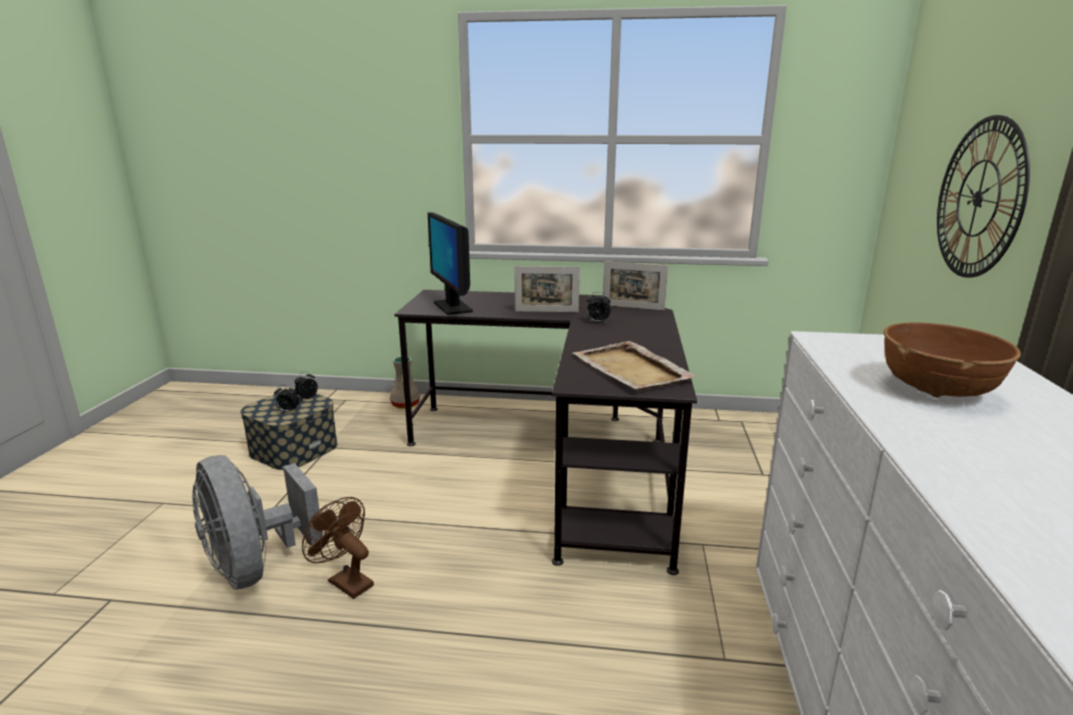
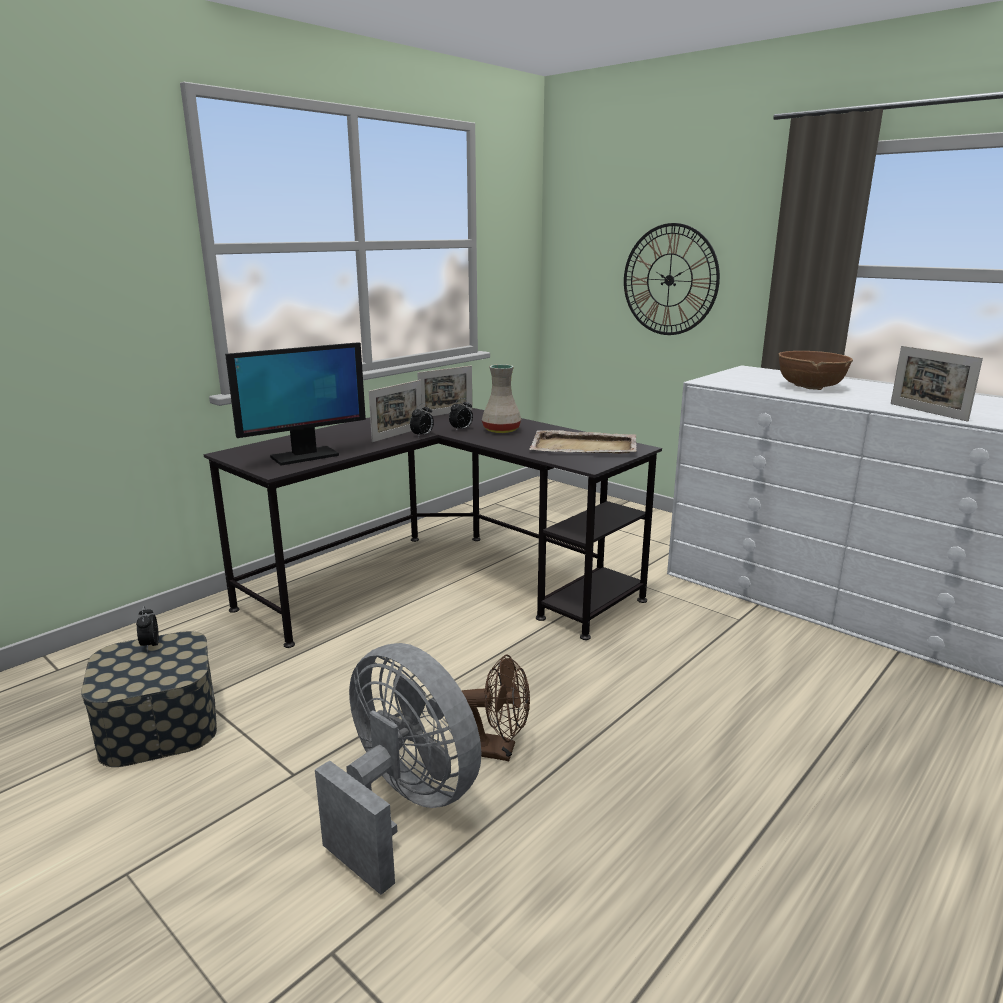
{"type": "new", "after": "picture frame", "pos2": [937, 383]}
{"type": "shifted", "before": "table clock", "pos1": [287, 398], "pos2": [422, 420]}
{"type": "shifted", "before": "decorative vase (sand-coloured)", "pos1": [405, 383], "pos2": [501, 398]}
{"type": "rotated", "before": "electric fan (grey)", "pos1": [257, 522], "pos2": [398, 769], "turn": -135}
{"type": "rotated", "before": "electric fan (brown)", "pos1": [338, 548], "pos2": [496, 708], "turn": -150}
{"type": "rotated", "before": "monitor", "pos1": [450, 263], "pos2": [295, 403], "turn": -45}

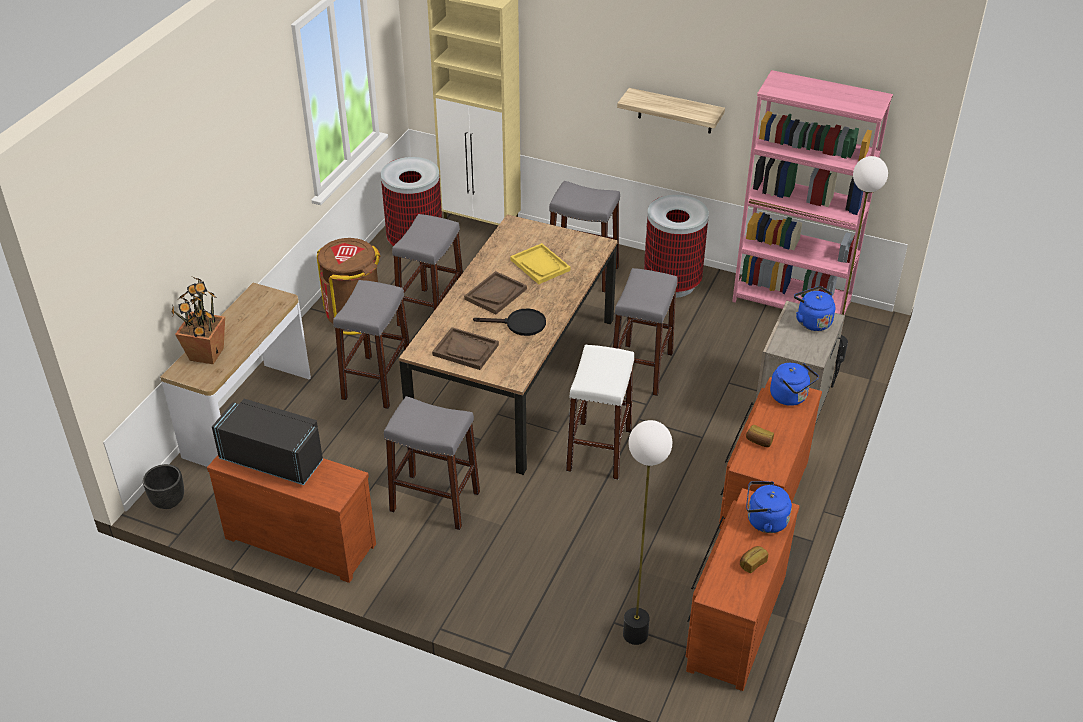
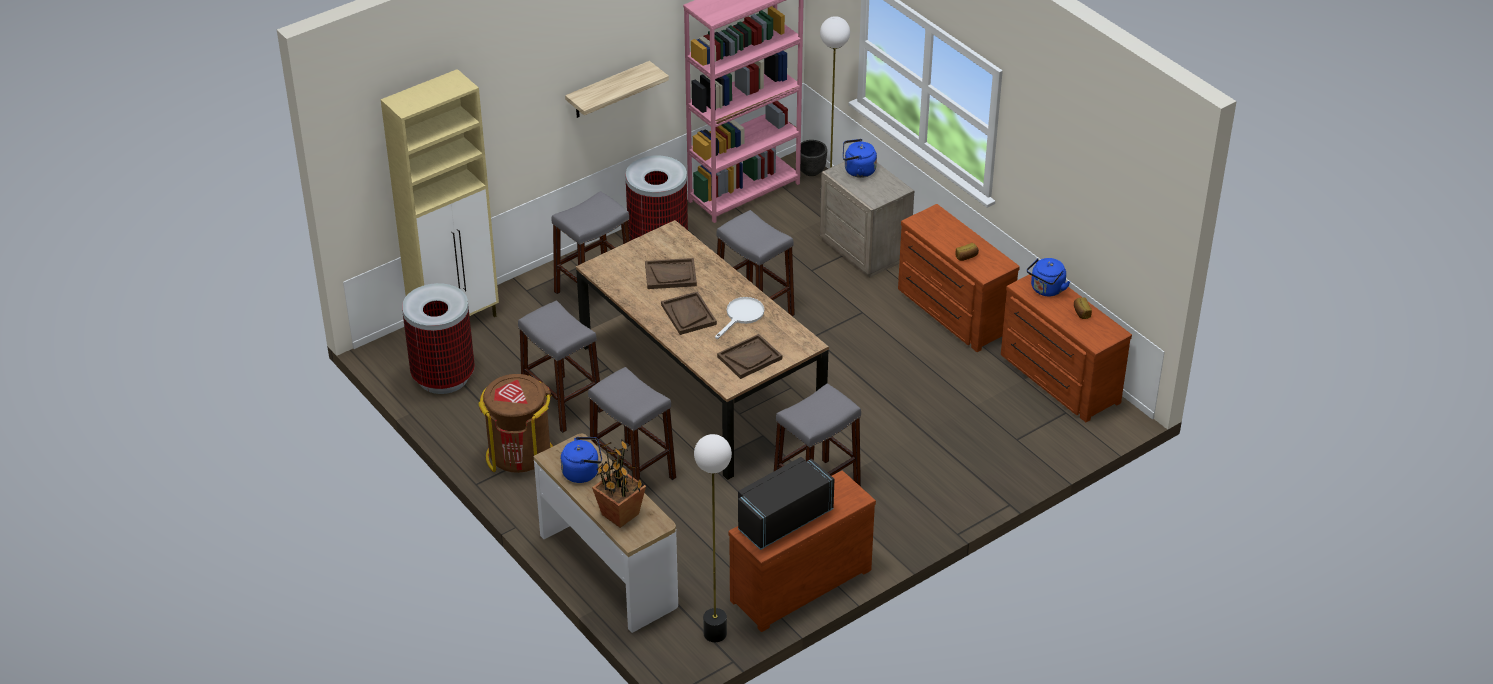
{"type": "gone", "before": "sitting stool (whitish)", "pos1": [600, 412]}
{"type": "shifted", "before": "flower pot (blackish)", "pos1": [163, 486], "pos2": [813, 158]}
{"type": "shifted", "before": "standing lamp", "pos1": [647, 532], "pos2": [713, 538]}
{"type": "shifted", "before": "tea kettle (blue-coloured)", "pos1": [794, 384], "pos2": [581, 460]}
{"type": "repainted", "before": "pan (blackish)", "after": "pan (whitish)", "pos1": [509, 322], "pos2": [739, 318]}
{"type": "repainted", "before": "serving tray (yellowish)", "after": "serving tray (brown)", "pos1": [540, 263], "pos2": [671, 273]}

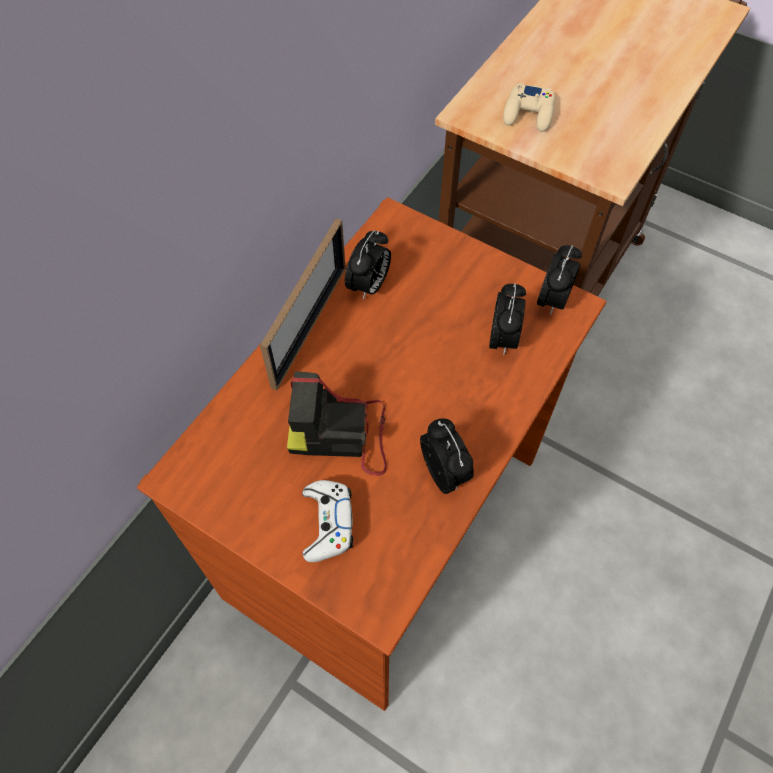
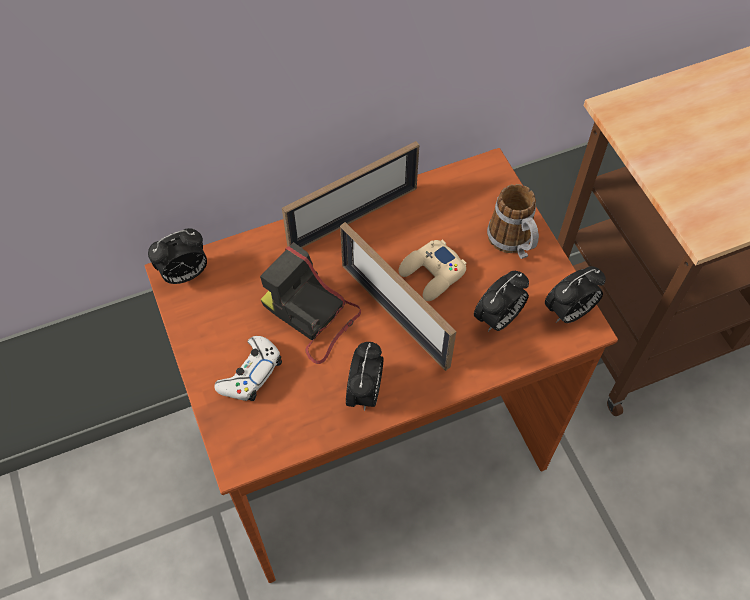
{"type": "new", "after": "picture frame", "pos2": [398, 296]}
{"type": "new", "after": "mug", "pos2": [513, 221]}
{"type": "shifted", "before": "table clock", "pos1": [368, 265], "pos2": [177, 256]}
{"type": "shifted", "before": "game controller (sand-coloured)", "pos1": [529, 107], "pos2": [433, 270]}

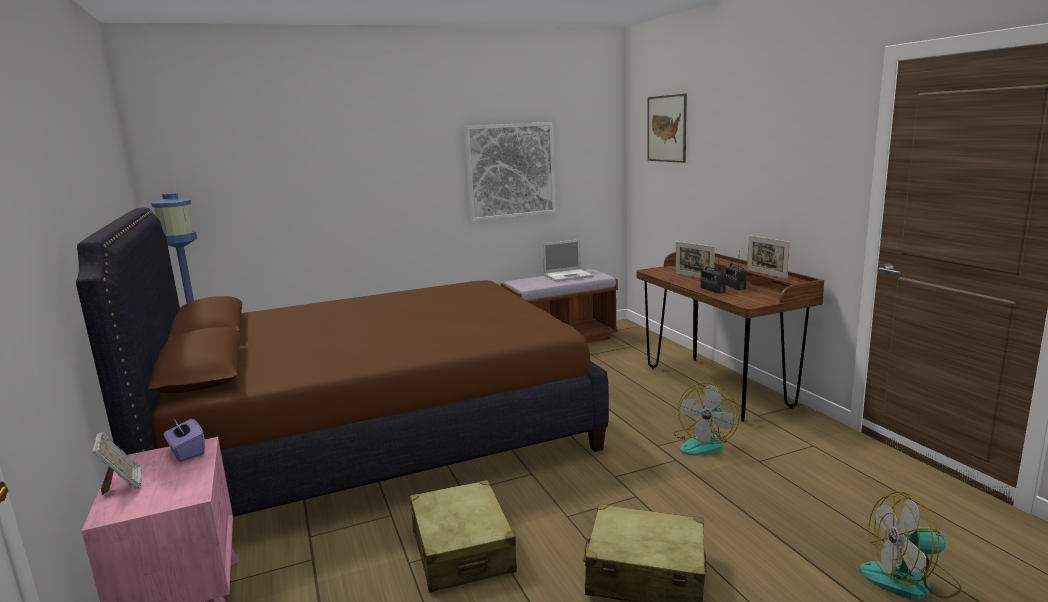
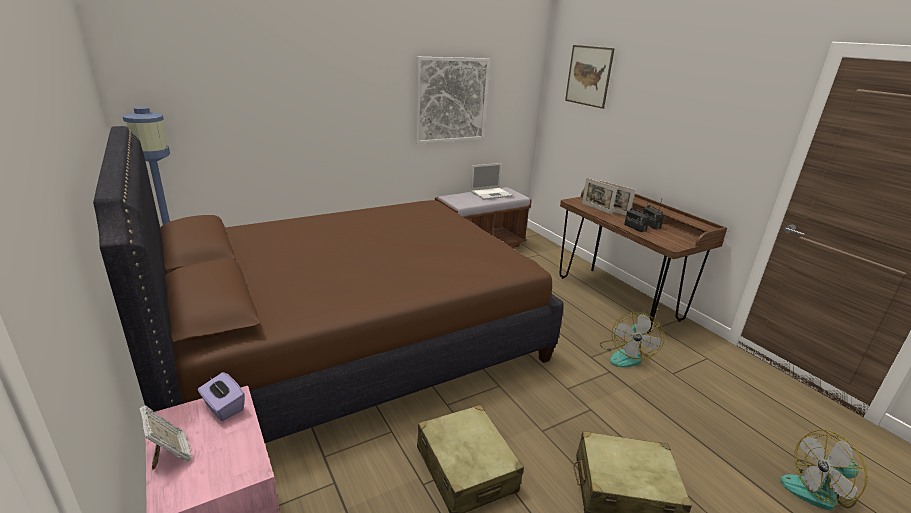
{"type": "shifted", "before": "picture frame", "pos1": [768, 257], "pos2": [600, 196]}

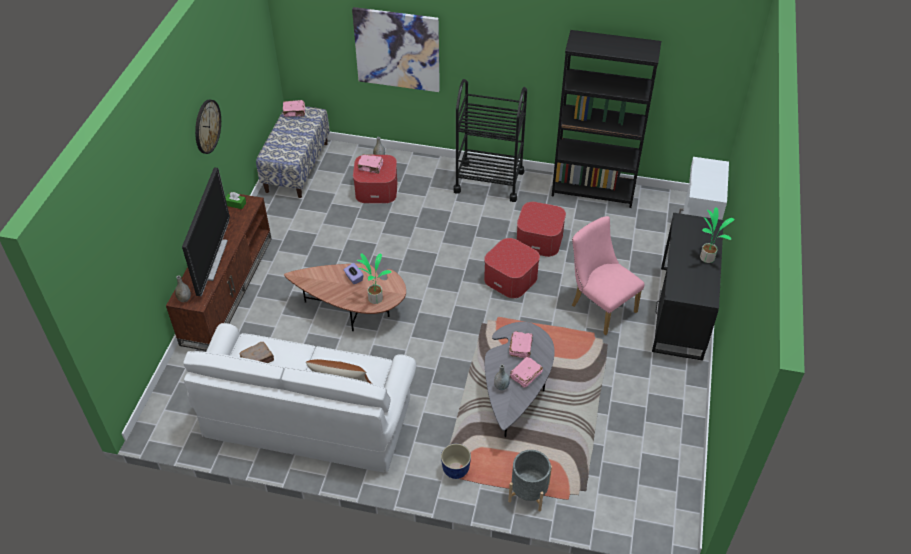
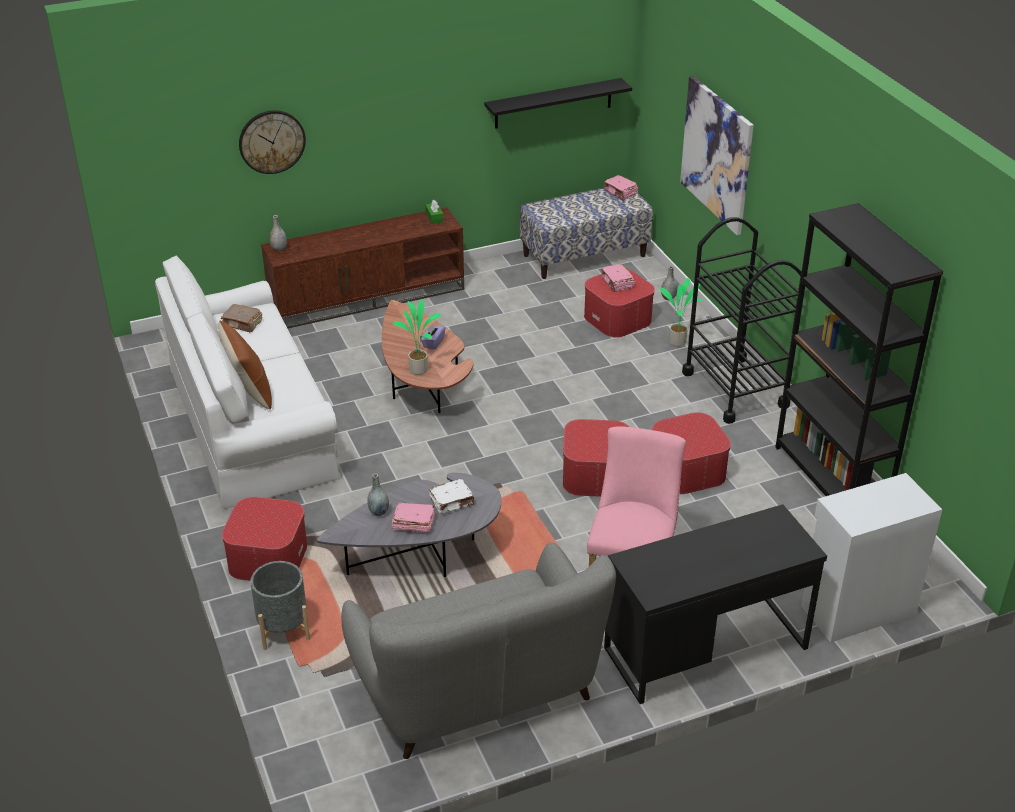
{"type": "gone", "before": "television", "pos1": [206, 232]}
{"type": "new", "after": "sofa (grey)", "pos2": [478, 650]}
{"type": "new", "after": "wall shelf (blackish)", "pos2": [558, 103]}
{"type": "shifted", "before": "wall clock", "pos1": [208, 127], "pos2": [272, 142]}
{"type": "shifted", "before": "plant in a pot", "pos1": [717, 235], "pos2": [681, 312]}
{"type": "swapped", "before": "flower pot", "after": "ottoman", "pos1": [456, 461], "pos2": [264, 539]}
{"type": "repainted", "before": "bound book (pink)", "after": "bound book (whitish)", "pos1": [521, 344], "pos2": [452, 496]}

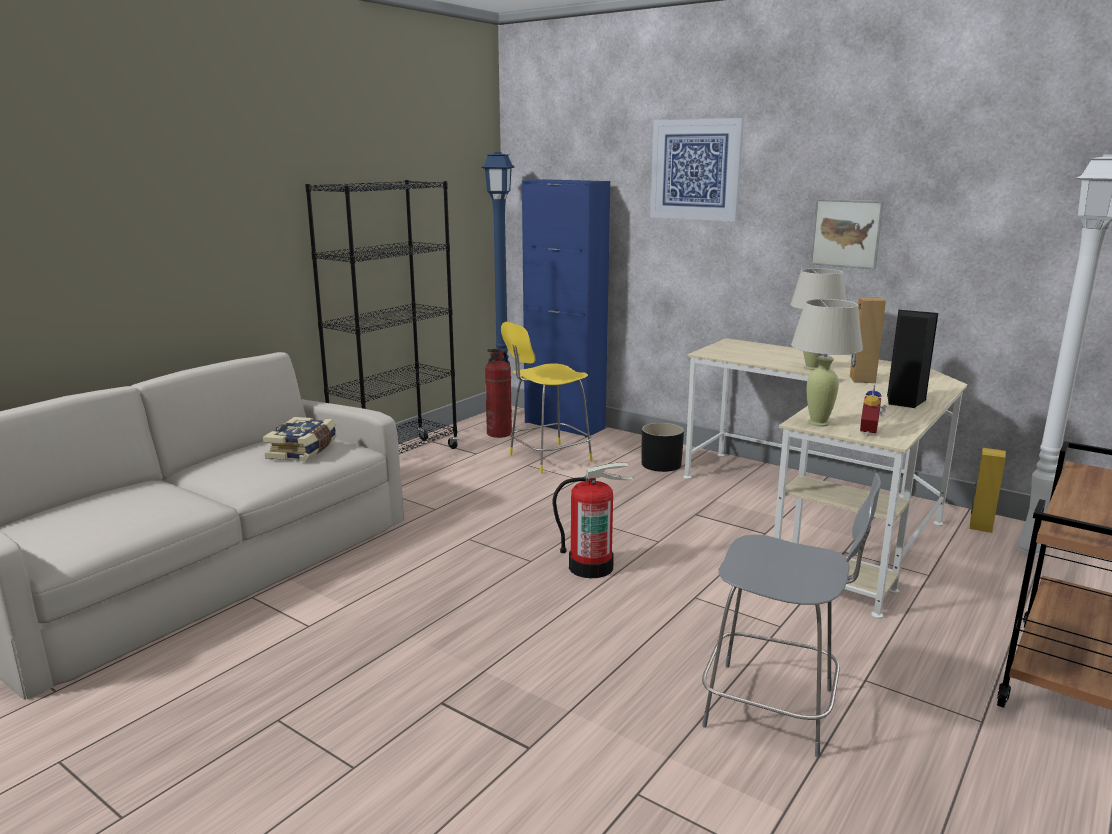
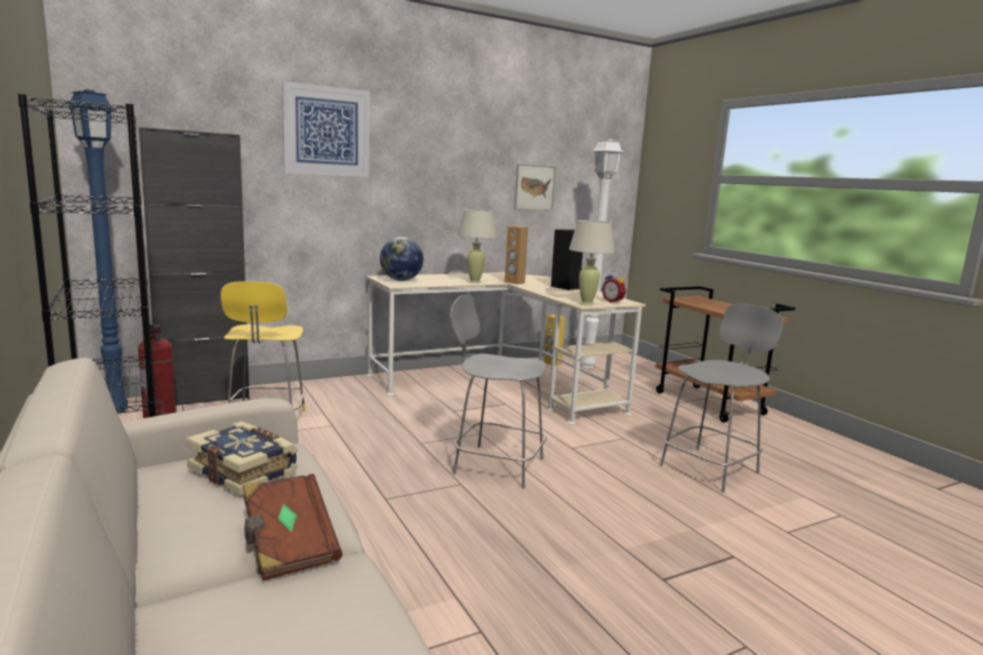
{"type": "gone", "before": "flower pot (blackish)", "pos1": [663, 447]}
{"type": "new", "after": "bound book (brown)", "pos2": [292, 527]}
{"type": "new", "after": "desk globe", "pos2": [401, 259]}
{"type": "shifted", "before": "picture", "pos1": [847, 234], "pos2": [535, 187]}
{"type": "swapped", "before": "fire extinguisher", "after": "chair (grey)", "pos1": [592, 520], "pos2": [498, 392]}
{"type": "repainted", "before": "storage cabinet (blue-coloured)", "after": "storage cabinet (blackish)", "pos1": [566, 308], "pos2": [194, 266]}

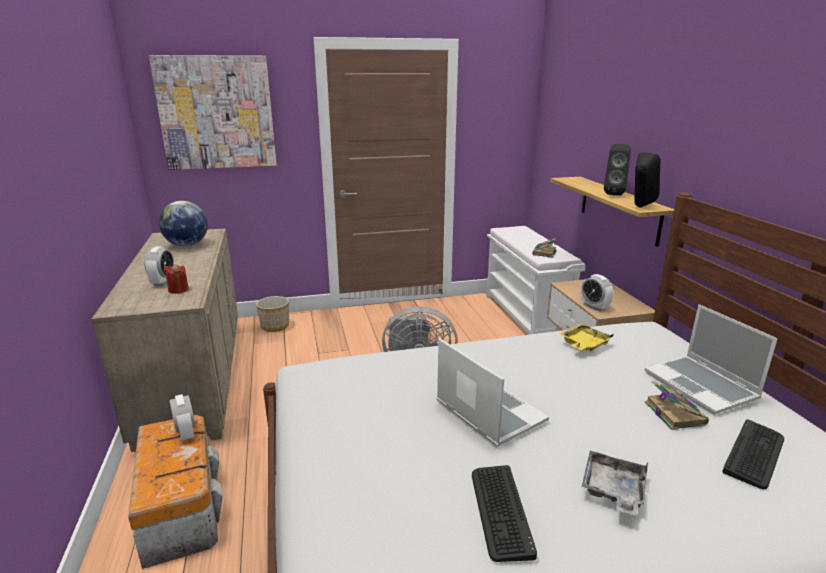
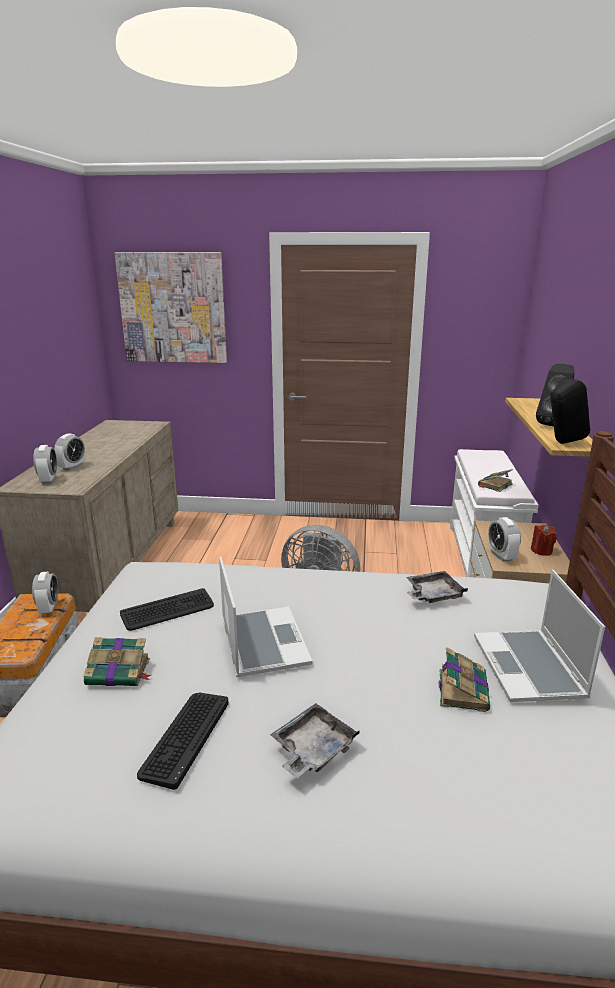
{"type": "gone", "before": "desk globe", "pos1": [183, 224]}
{"type": "gone", "before": "flower pot", "pos1": [272, 314]}
{"type": "new", "after": "table clock", "pos2": [45, 464]}
{"type": "new", "after": "bound book", "pos2": [117, 661]}
{"type": "shifted", "before": "candle (red-coloured)", "pos1": [177, 279], "pos2": [544, 540]}
{"type": "shifted", "before": "PC keyboard", "pos1": [753, 454], "pos2": [167, 609]}
{"type": "repainted", "before": "serving tray (yellowish)", "after": "serving tray (grey)", "pos1": [587, 337], "pos2": [437, 587]}

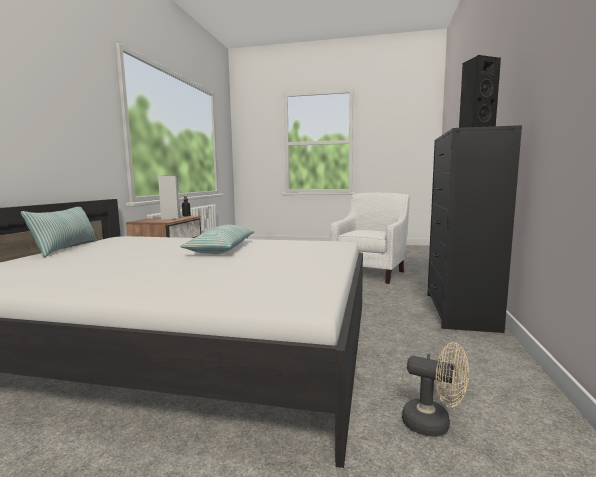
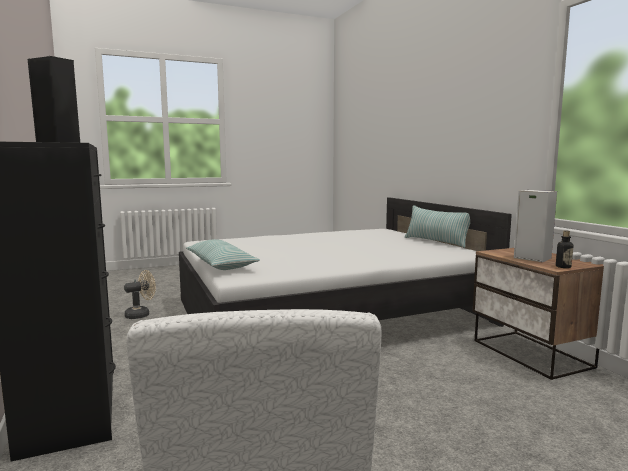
{"type": "shifted", "before": "pillow", "pos1": [217, 239], "pos2": [223, 254]}
{"type": "rotated", "before": "electric fan (sand-coloured)", "pos1": [435, 389], "pos2": [140, 294], "turn": 150}

